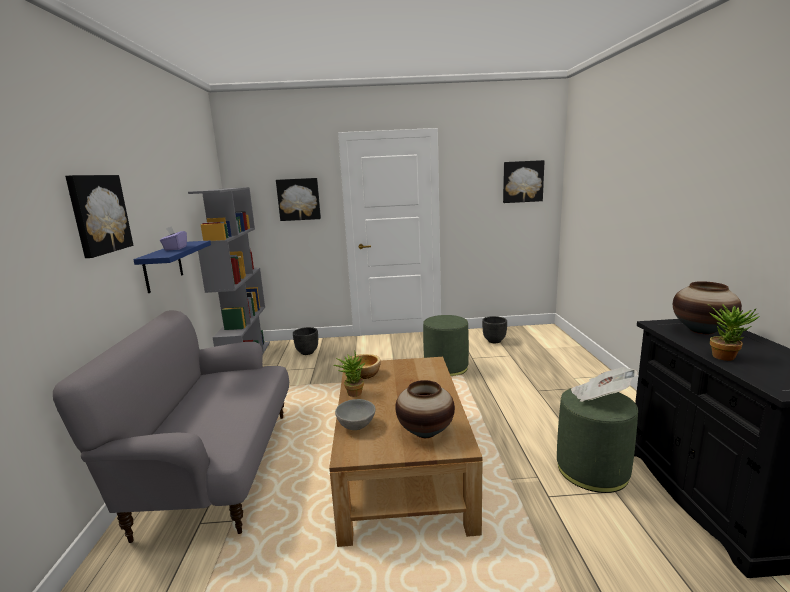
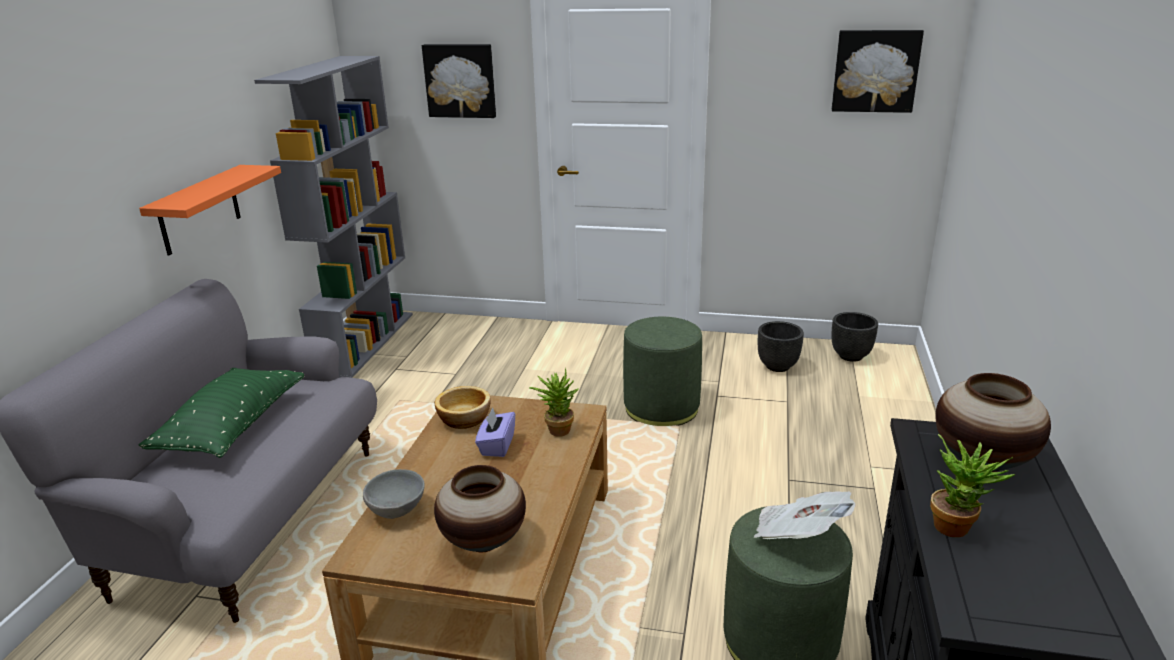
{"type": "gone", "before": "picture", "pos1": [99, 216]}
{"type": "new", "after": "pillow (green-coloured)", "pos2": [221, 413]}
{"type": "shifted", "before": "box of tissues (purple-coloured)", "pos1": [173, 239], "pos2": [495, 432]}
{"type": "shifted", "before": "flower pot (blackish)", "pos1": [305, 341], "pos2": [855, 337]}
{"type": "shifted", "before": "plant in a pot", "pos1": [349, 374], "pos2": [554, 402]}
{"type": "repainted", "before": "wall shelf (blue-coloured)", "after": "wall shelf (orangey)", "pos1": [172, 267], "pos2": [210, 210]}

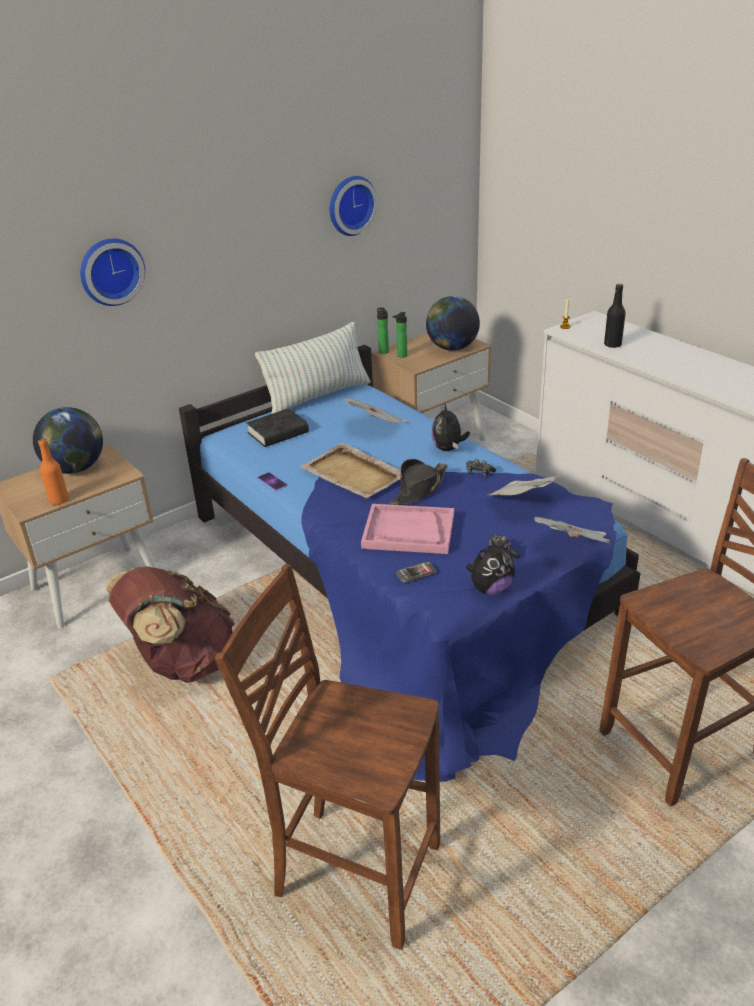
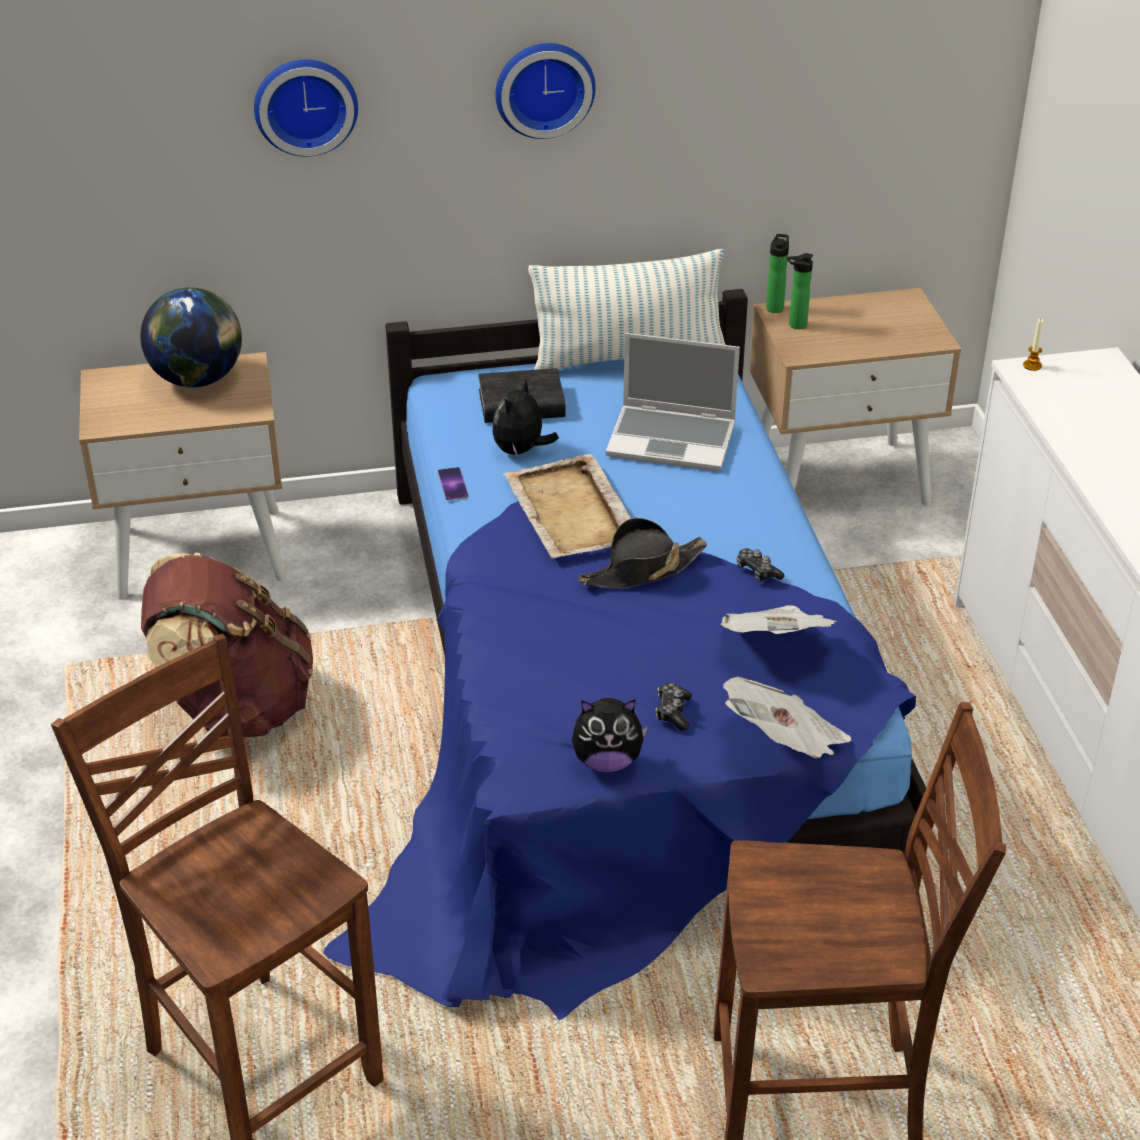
{"type": "gone", "before": "beverage bottle (orangey)", "pos1": [53, 472]}
{"type": "gone", "before": "serving tray (pink)", "pos1": [407, 529]}
{"type": "gone", "before": "phone", "pos1": [416, 572]}
{"type": "gone", "before": "desk globe", "pos1": [453, 323]}
{"type": "gone", "before": "beverage bottle (blackish)", "pos1": [615, 316]}
{"type": "shifted", "before": "wall clock", "pos1": [354, 206], "pos2": [545, 91]}
{"type": "shifted", "before": "soft toy", "pos1": [450, 427], "pos2": [526, 417]}
{"type": "swapped", "before": "printed paper", "after": "portable computer", "pos1": [375, 411], "pos2": [673, 402]}

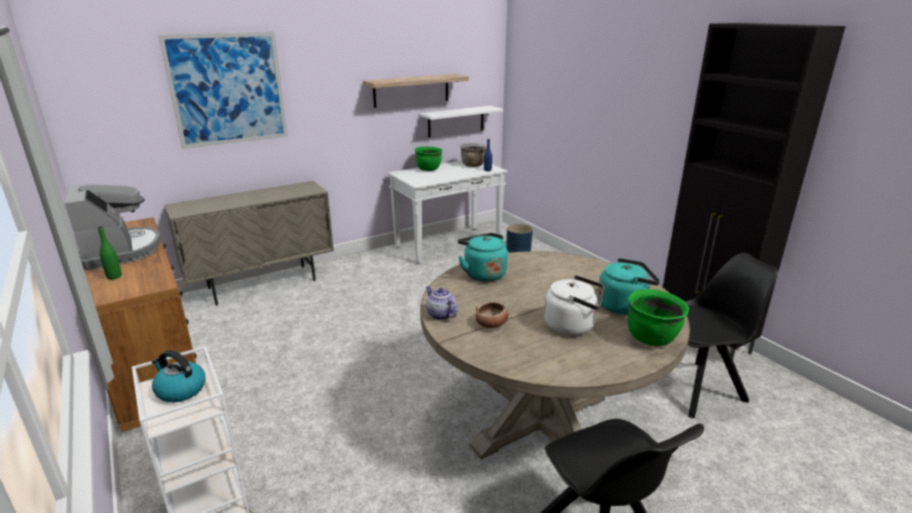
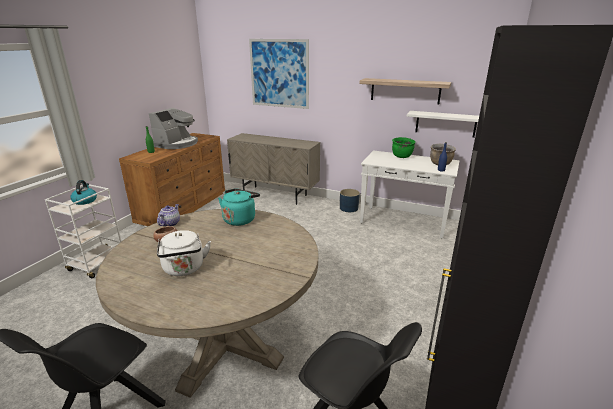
{"type": "gone", "before": "tea kettle (turquoise-coloured)", "pos1": [629, 286]}
{"type": "gone", "before": "cooking pot (green-coloured)", "pos1": [658, 317]}
{"type": "shifted", "before": "flower pot (blue-coloured)", "pos1": [519, 238], "pos2": [350, 200]}

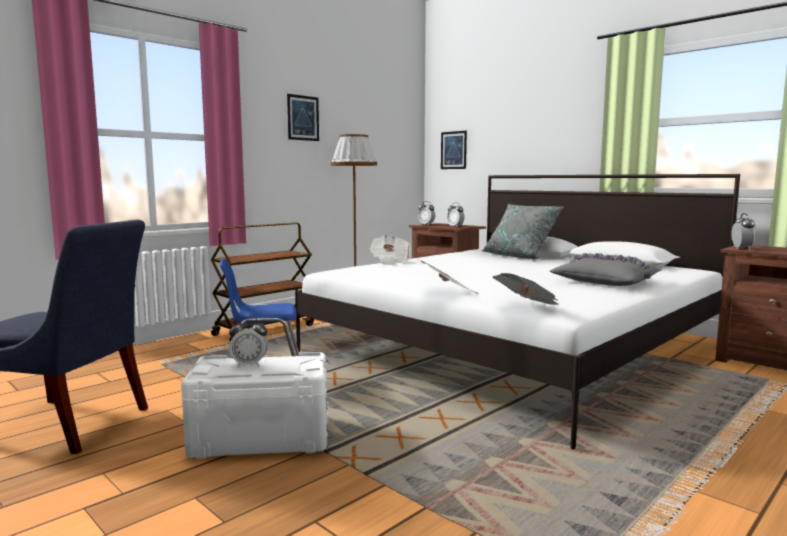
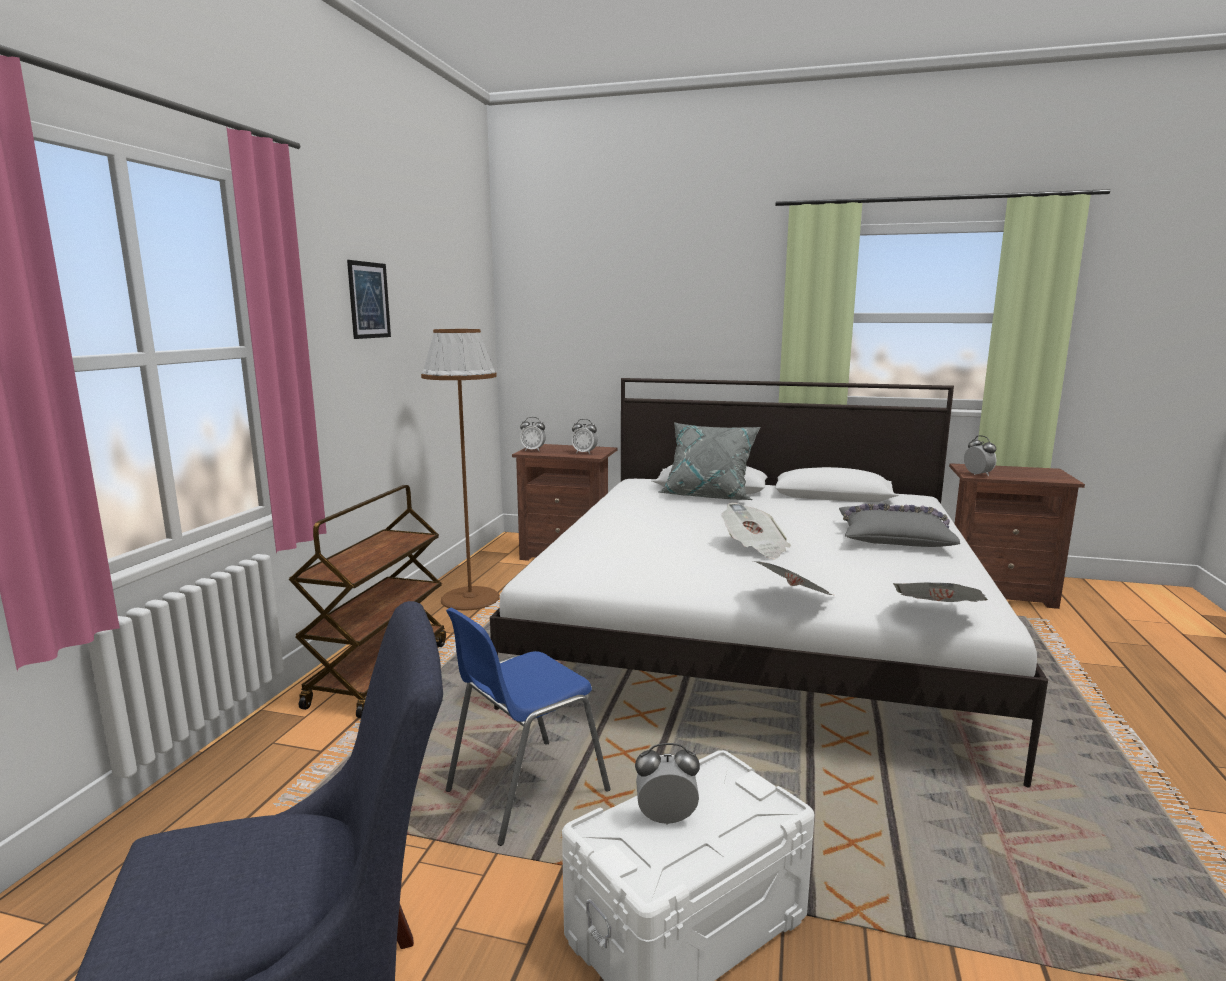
{"type": "gone", "before": "picture", "pos1": [454, 150]}
{"type": "shifted", "before": "printed paper", "pos1": [390, 250], "pos2": [756, 531]}
{"type": "rotated", "before": "table clock", "pos1": [248, 342], "pos2": [667, 784], "turn": -150}

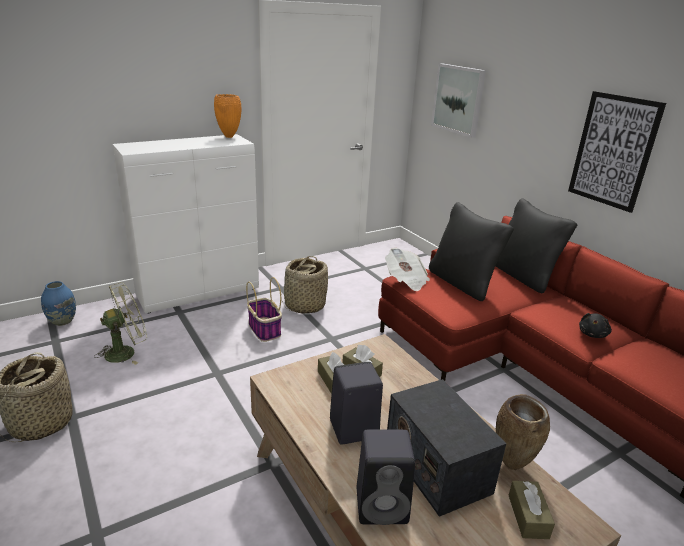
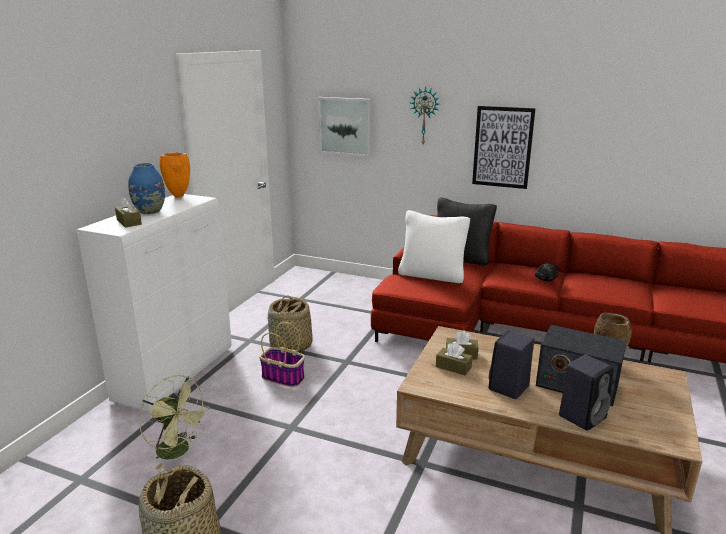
{"type": "gone", "before": "printed paper", "pos1": [407, 269]}
{"type": "new", "after": "wall clock", "pos2": [425, 115]}
{"type": "shifted", "before": "decorative vase (blue-coloured)", "pos1": [58, 303], "pos2": [146, 188]}
{"type": "shifted", "before": "box of tissues (brown)", "pos1": [532, 510], "pos2": [128, 212]}
{"type": "repainted", "before": "pillow (blackish)", "after": "pillow (whitish)", "pos1": [471, 251], "pos2": [434, 246]}
{"type": "rotated", "before": "electric fan (green-coloured)", "pos1": [120, 323], "pos2": [174, 422], "turn": 105}

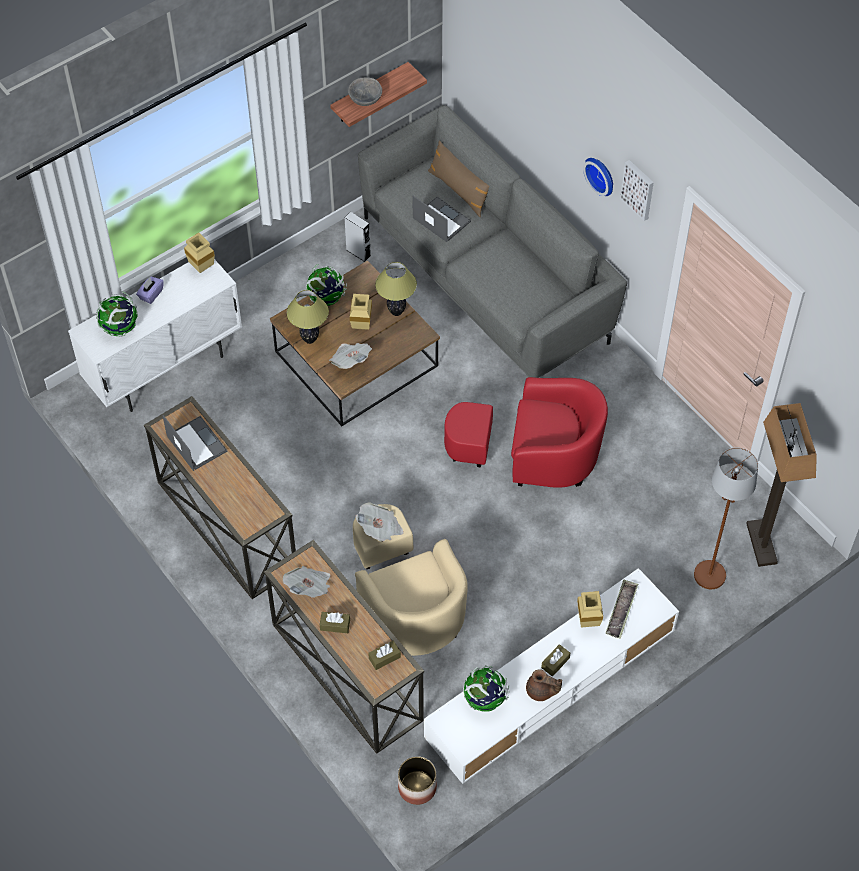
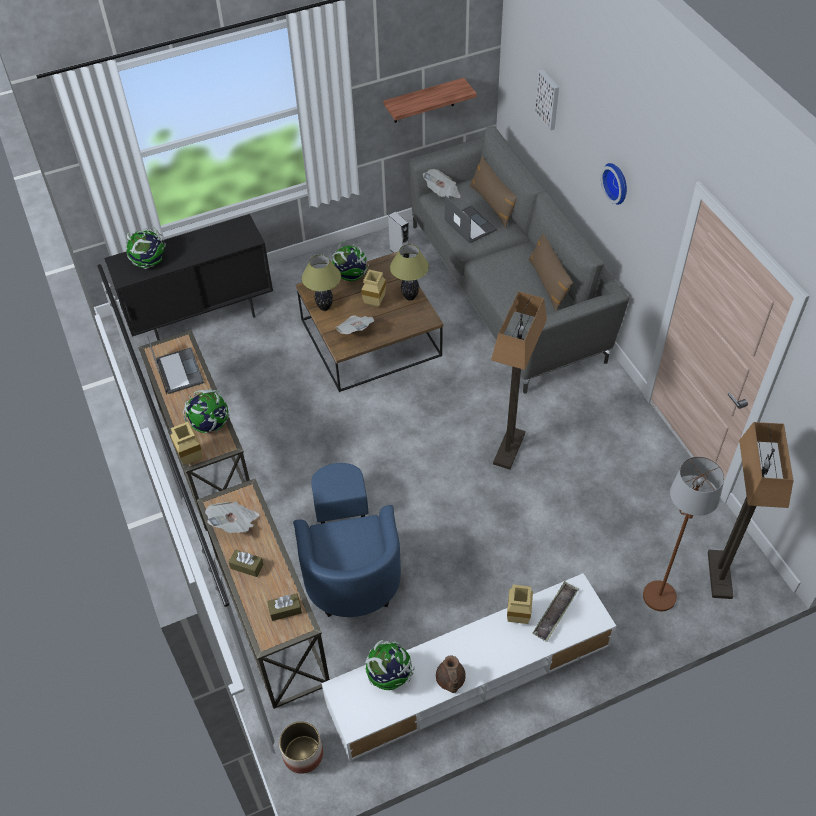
{"type": "gone", "before": "box of tissues (purple-coloured)", "pos1": [150, 290]}
{"type": "gone", "before": "bowl (grey)", "pos1": [365, 91]}
{"type": "gone", "before": "box of tissues (brown)", "pos1": [555, 660]}
{"type": "new", "after": "desk globe", "pos2": [206, 411]}
{"type": "new", "after": "pillow (brown)", "pos2": [550, 272]}
{"type": "shifted", "before": "decorative vase (sand-coloured)", "pos1": [199, 253], "pos2": [186, 443]}
{"type": "shifted", "before": "printed paper", "pos1": [379, 522], "pos2": [441, 183]}
{"type": "shifted", "before": "picture", "pos1": [637, 190], "pos2": [547, 100]}
{"type": "swapped", "before": "lounge chair (red-coloured)", "after": "standing lamp", "pos1": [526, 432], "pos2": [519, 380]}
{"type": "repainted", "before": "storage cabinet (whitish)", "after": "storage cabinet (blackish)", "pos1": [155, 335], "pos2": [188, 277]}
{"type": "repainted", "before": "lounge chair (sand-coloured)", "after": "lounge chair (blue-coloured)", "pos1": [410, 580], "pos2": [347, 540]}
{"type": "rotated", "before": "teapot (brown)", "pos1": [544, 685], "pos2": [451, 674], "turn": 45}

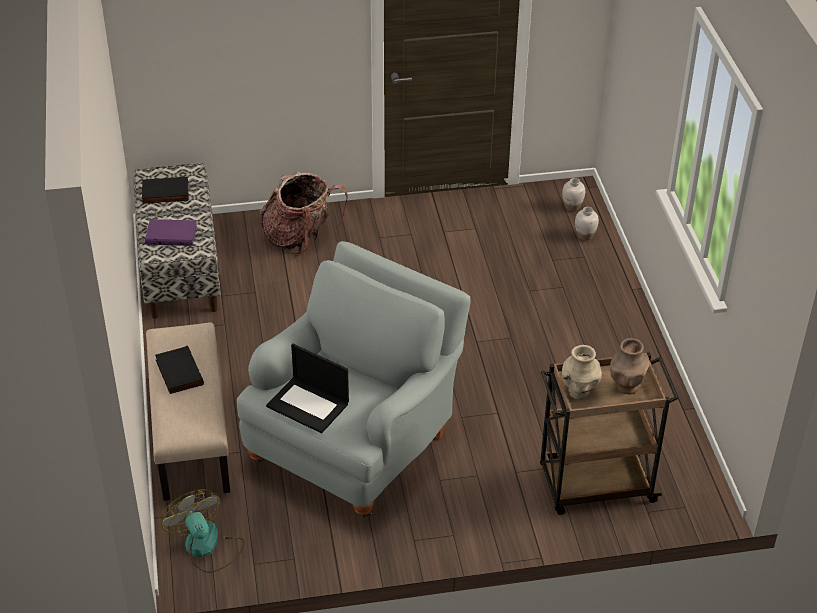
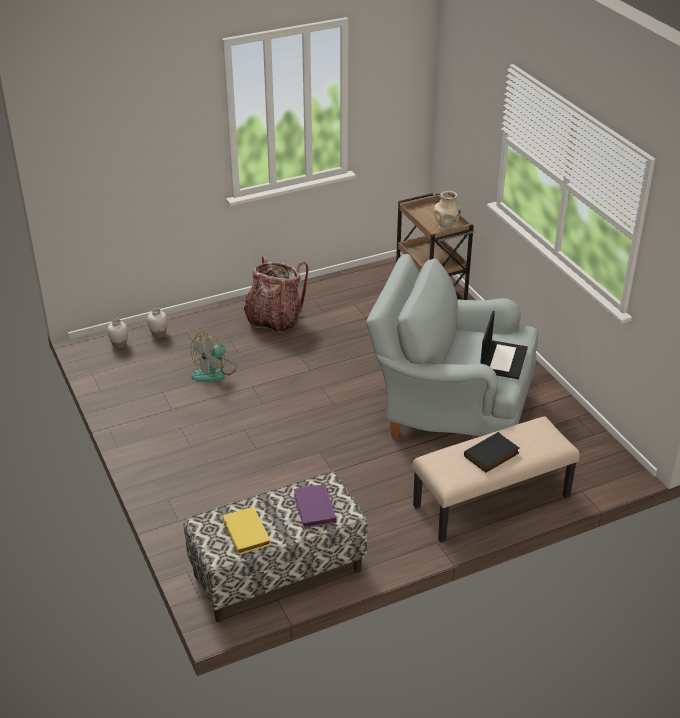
{"type": "gone", "before": "decorative vase (brown)", "pos1": [630, 366]}
{"type": "shifted", "before": "electric fan", "pos1": [203, 531], "pos2": [214, 357]}
{"type": "shifted", "before": "backpack", "pos1": [303, 213], "pos2": [276, 294]}
{"type": "repainted", "before": "bound book (blackish)", "after": "bound book (yellowish)", "pos1": [165, 190], "pos2": [246, 531]}

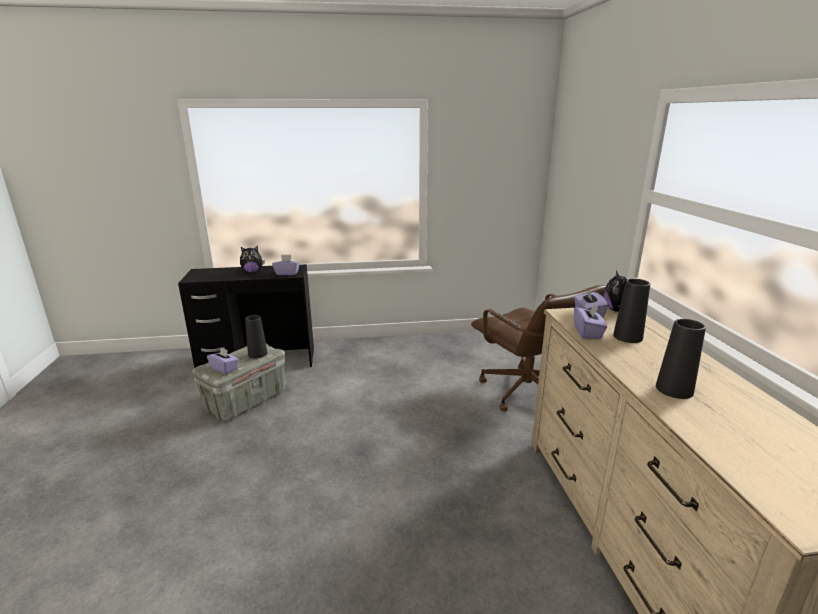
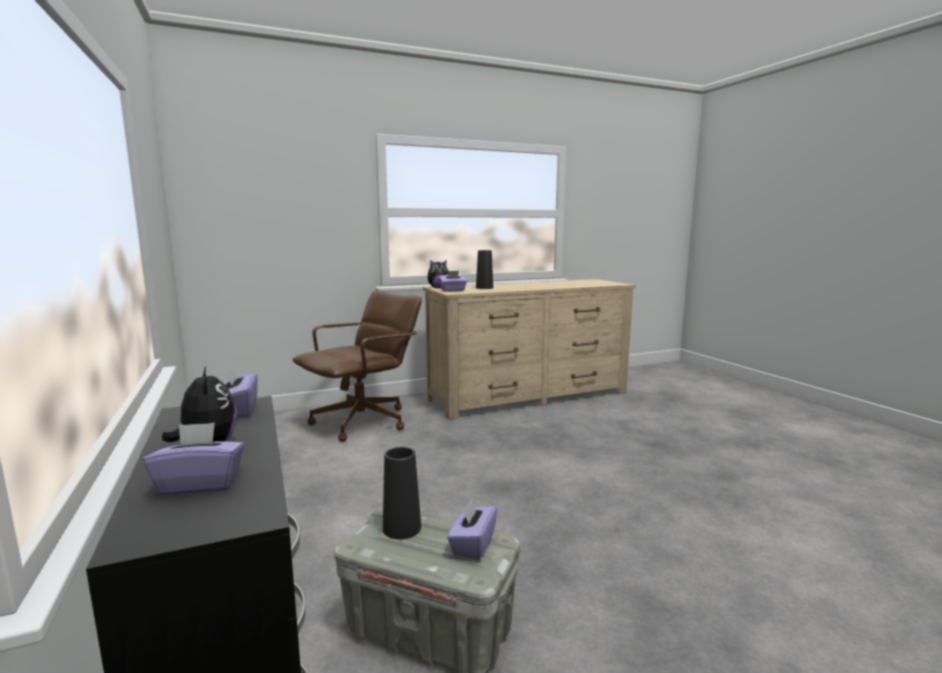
{"type": "gone", "before": "decorative vase (blackish)", "pos1": [681, 359]}
{"type": "shifted", "before": "box of tissues (purple-coloured)", "pos1": [590, 321], "pos2": [193, 459]}

